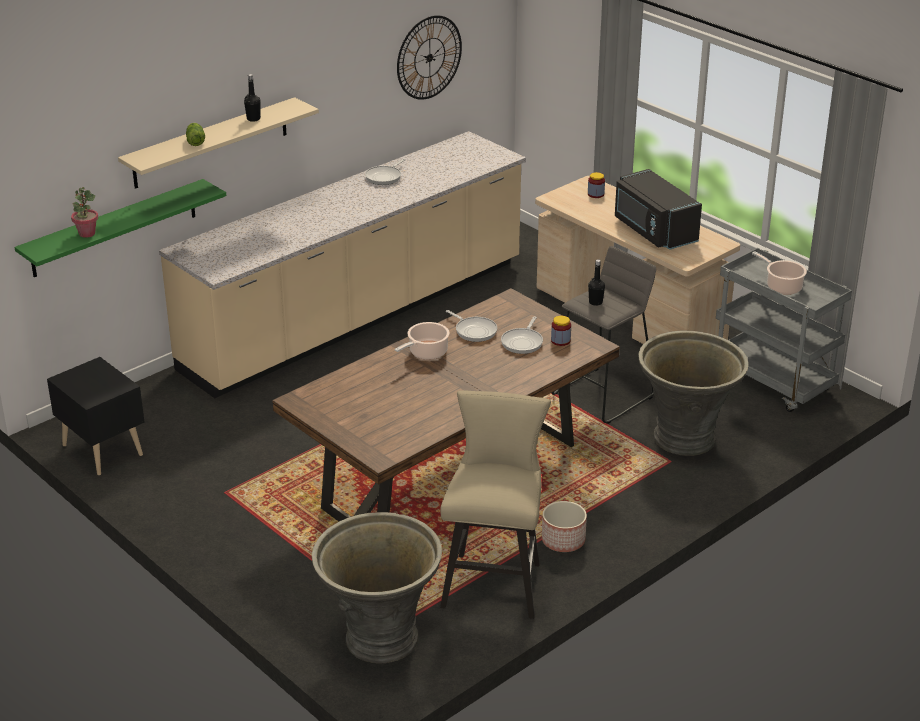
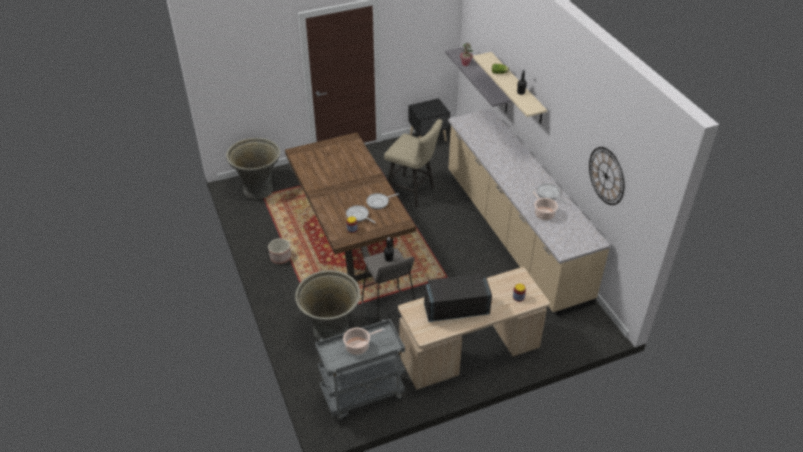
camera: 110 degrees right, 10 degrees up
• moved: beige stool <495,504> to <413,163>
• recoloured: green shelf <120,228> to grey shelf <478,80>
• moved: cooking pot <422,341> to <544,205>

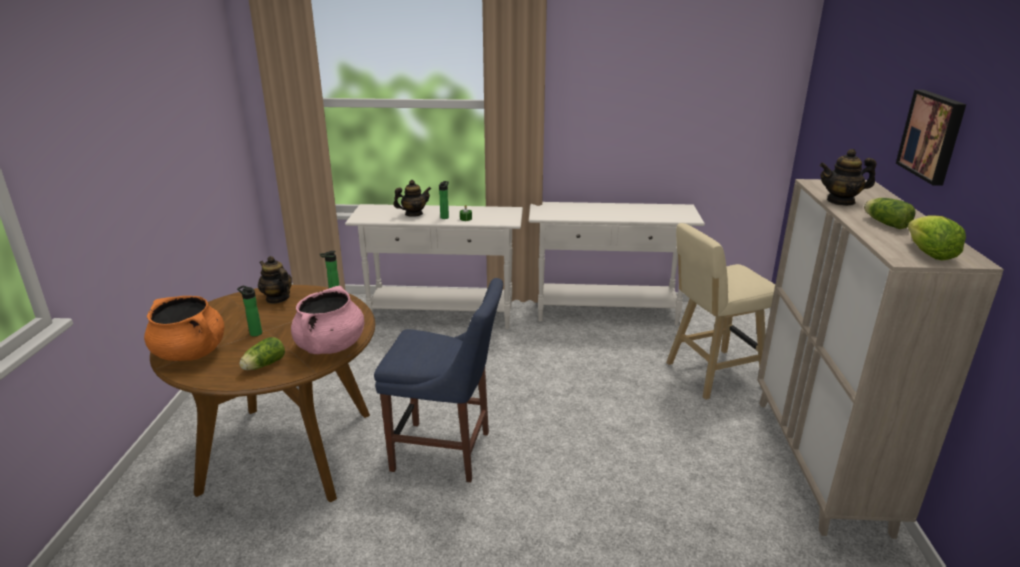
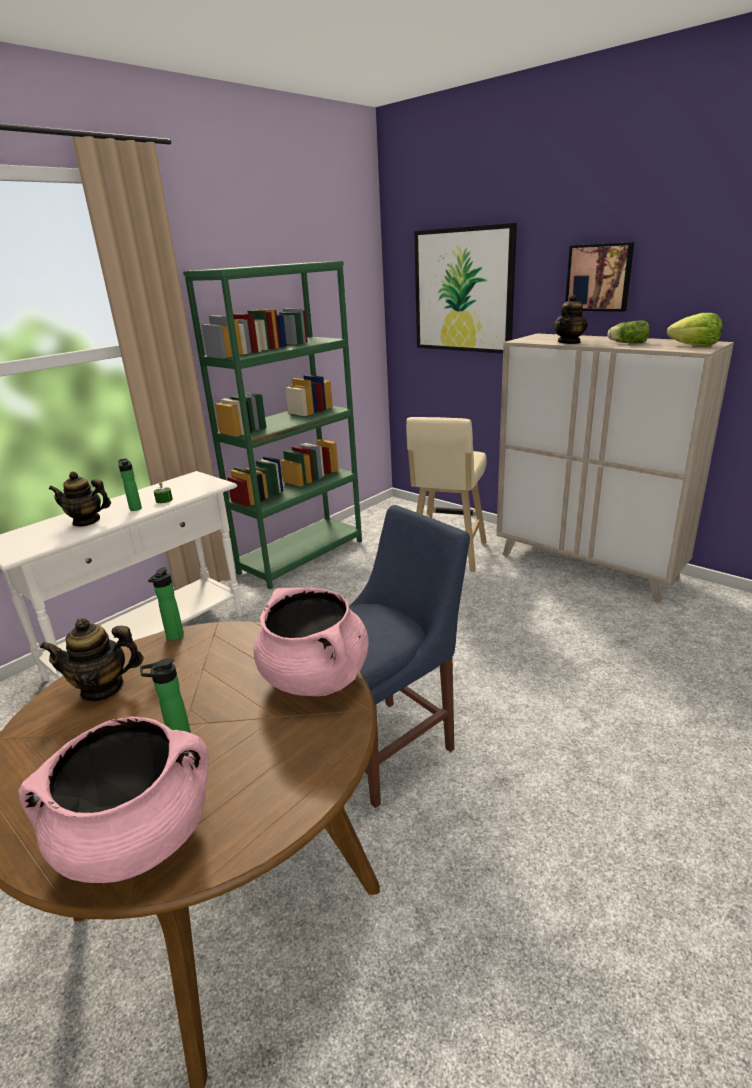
camera: 50 degrees left, 0 degrees up
• recoloured: orange cooking pot <184,328> to pink cooking pot <113,800>
• turned: teapot <412,198> = <80,499> 105 degrees counterclockwise
• replaced: white console table <617,263> to green bookcase <272,425>
• added: picture <465,288>
• removed: lettuce <262,353>

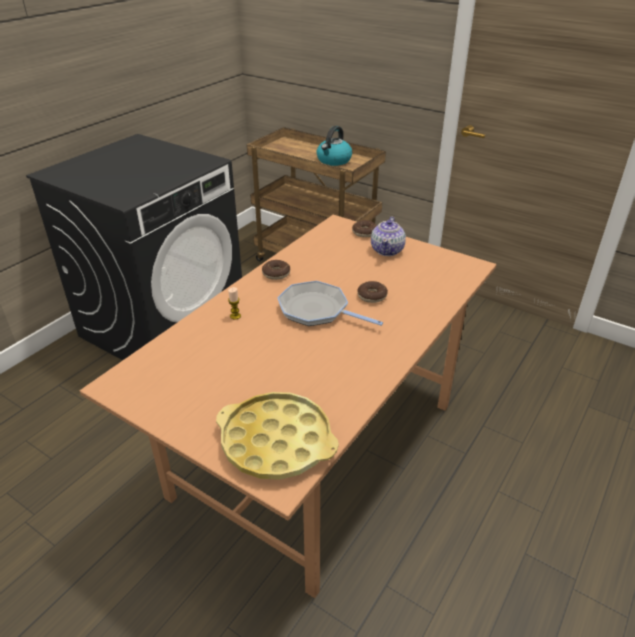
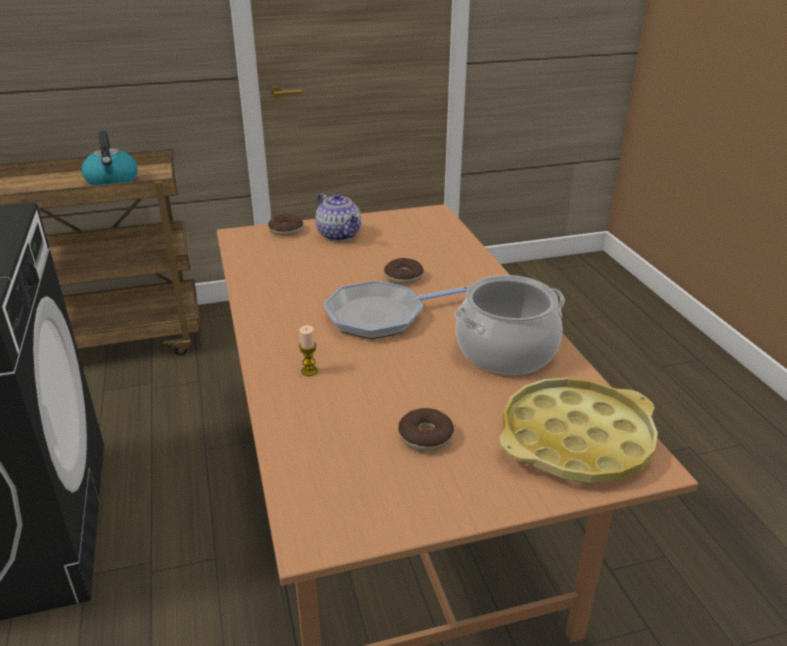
camera: 50 degrees left, 5 degrees down
• moved: donut <276,270> to <426,429>
• added: cooking pot <510,325>

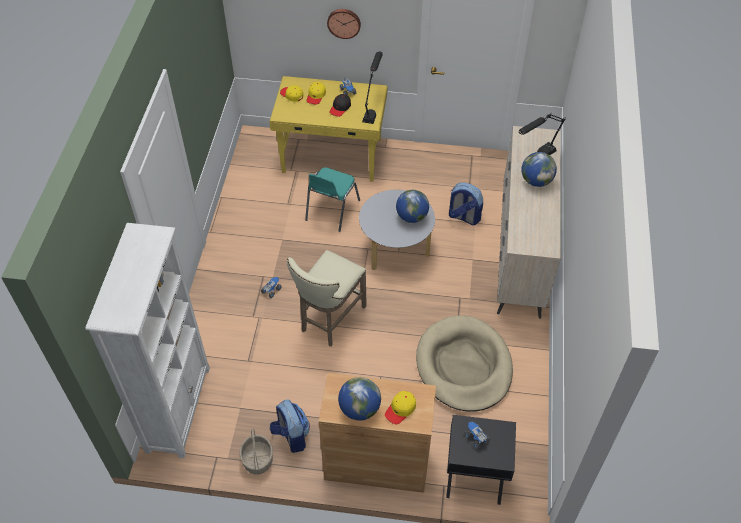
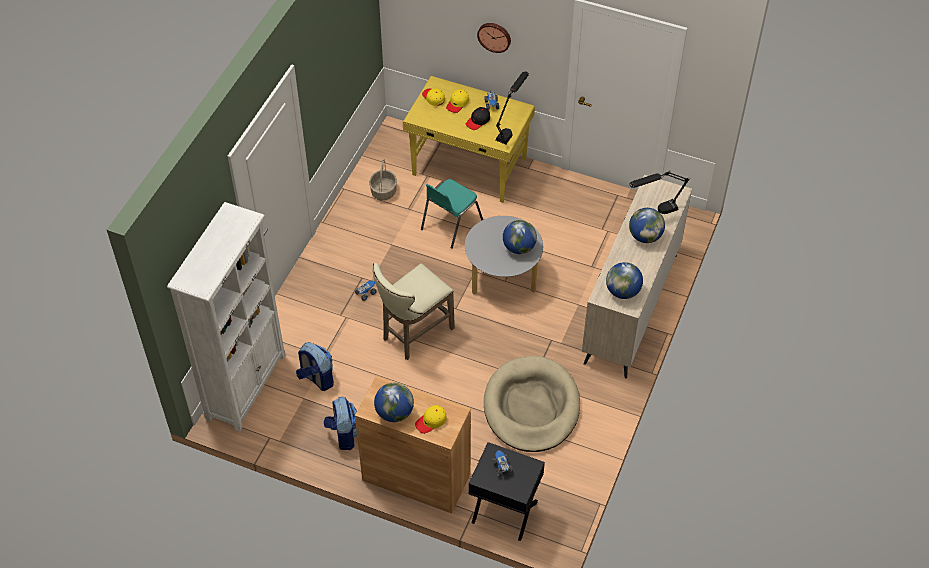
camera: 15 degrees right, 0 degrees up
• moved: backpack <466,204> to <315,366>
• moved: basket <256,451> to <383,180>
• added: globe <624,280>

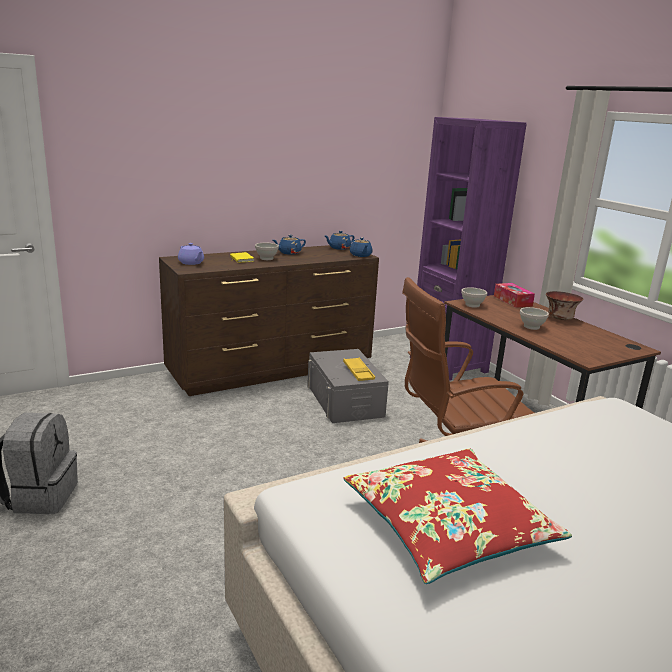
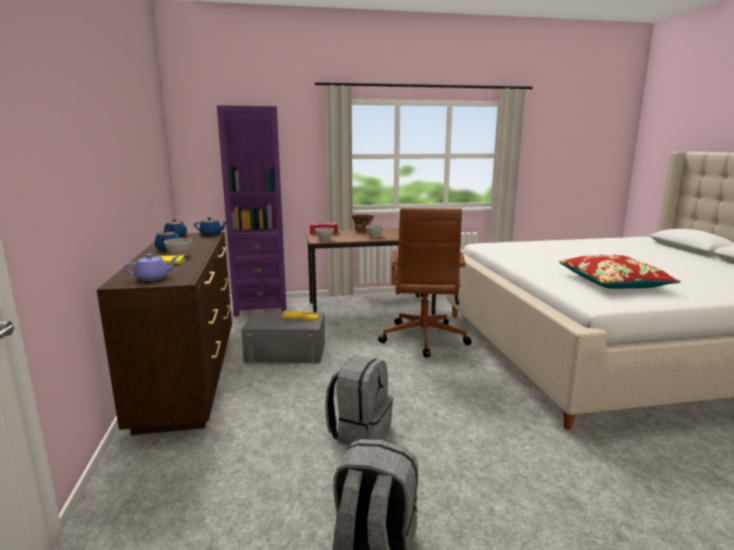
camera: 70 degrees left, 5 degrees down
• added: grey backpack <359,400>

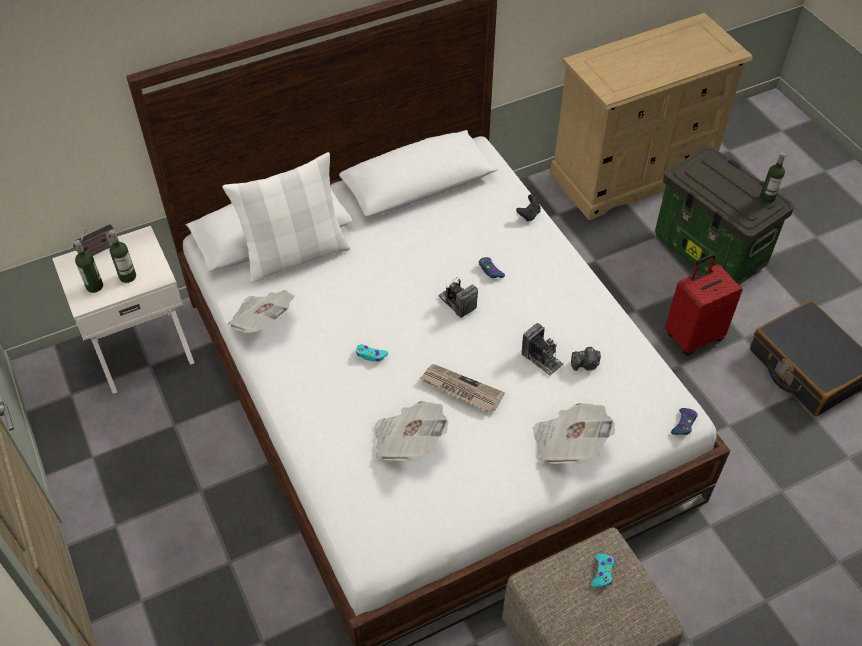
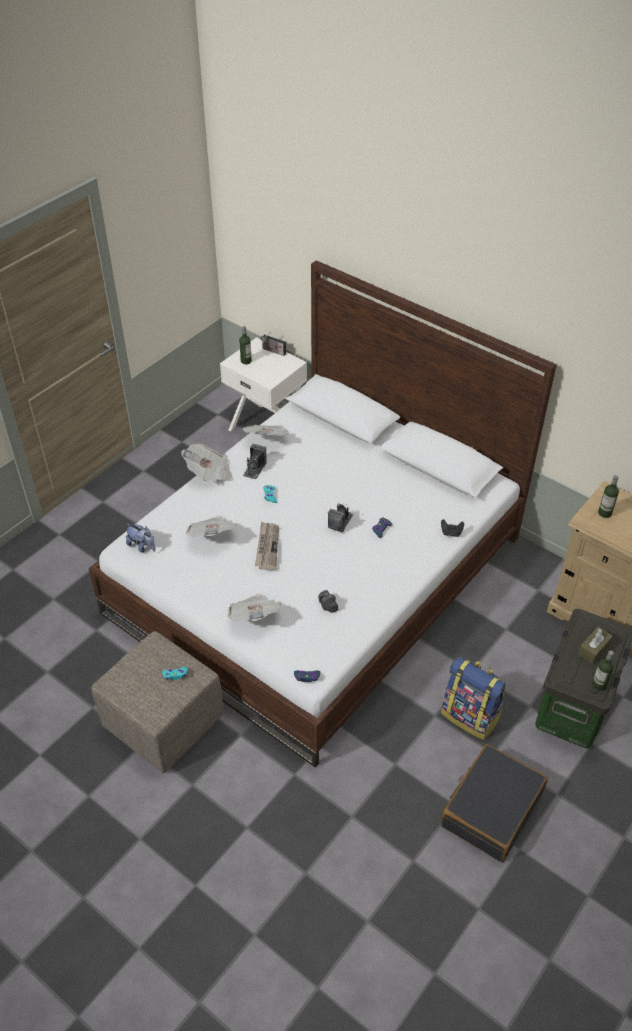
camera: 65 degrees right, 5 degrees down
• added: plush toy <141,538>
• added: newspaper <207,463>
• moved: photo camera <543,349> to <254,461>
• replaced: red suitcase <704,304> to backpack <473,698>
• added: brown tissue box <595,645>
• moved: bottle <122,256> to <608,496>
• removed: white pillow <286,217>

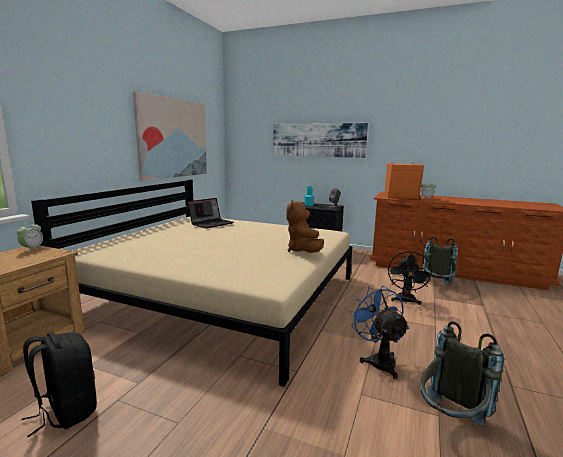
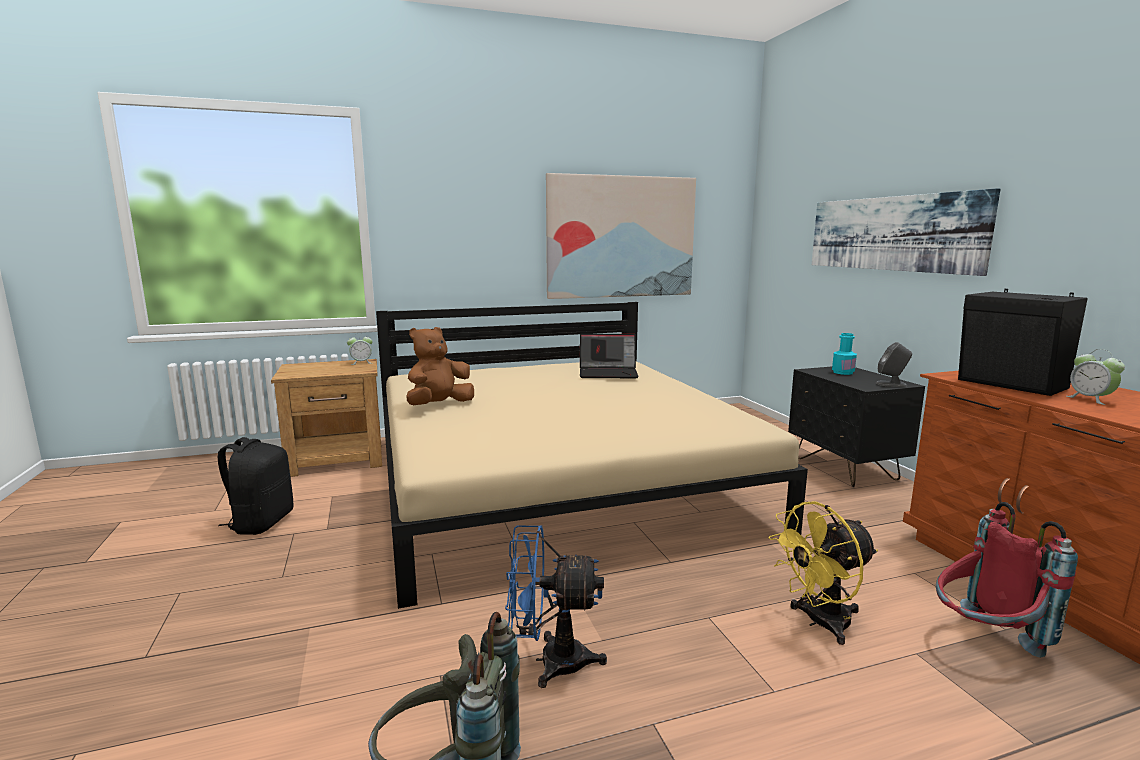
camera: 50 degrees right, 0 degrees up
• moved: brown plush toy <305,226> to <440,366>
• turned: blue fan <379,332> = <556,606> 120 degrees counterclockwise
• recoloured: black fan <410,278> to yellow fan <823,573>
• recoloured: grey backpack <440,261> to red backpack <1007,580>
• recoloured: orange speaker <404,180> to black speaker <1023,342>

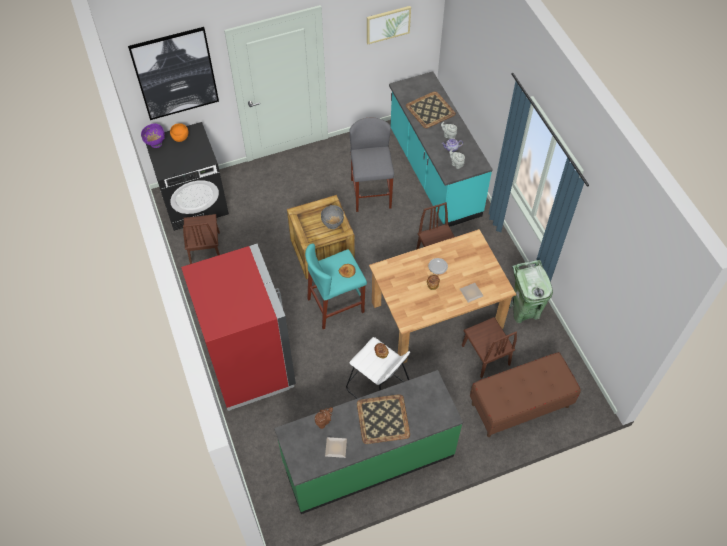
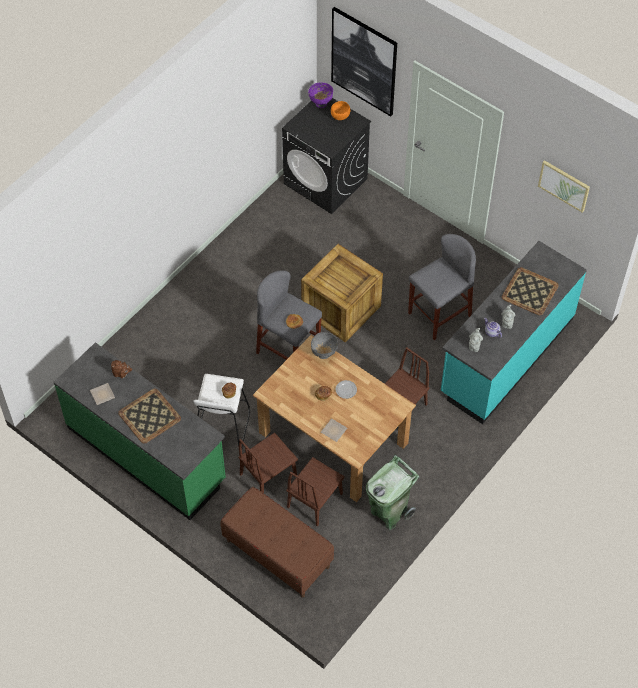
camera: 60 degrees right, 0 degrees up
• moved: brown chair <201,239> to <268,462>
• recoloured: turquoise stool <336,286> to grey stool <289,315>
• moved: grey bowl <332,217> to <324,345>
• removed: red fridge <238,327>

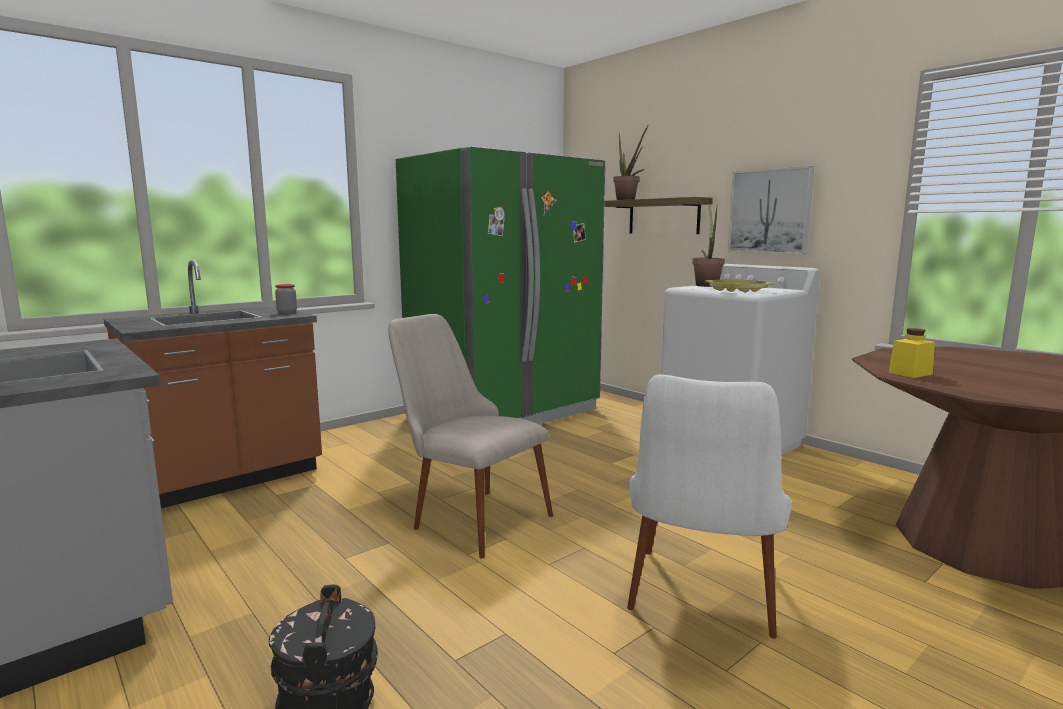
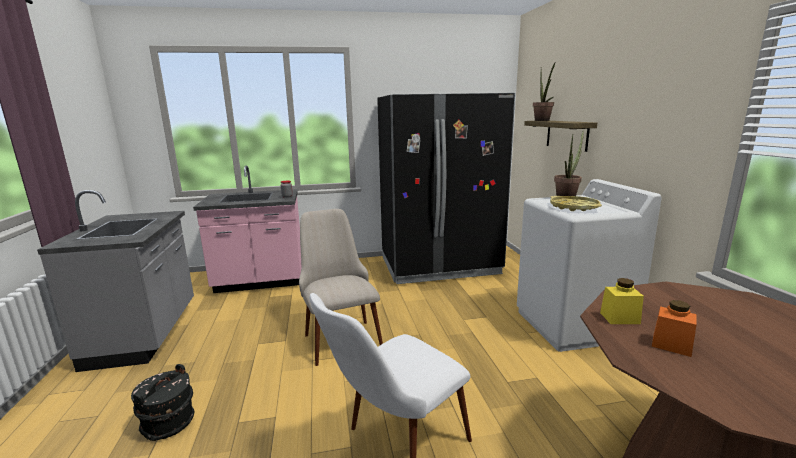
camera: 30 degrees right, 5 degrees up
• recoloured: brown counter <212,384> to pink counter <247,229>
• recoloured: green fridge <500,285> to black fridge <446,188>
• added: orange jar <674,328>
• removed: picture <771,210>

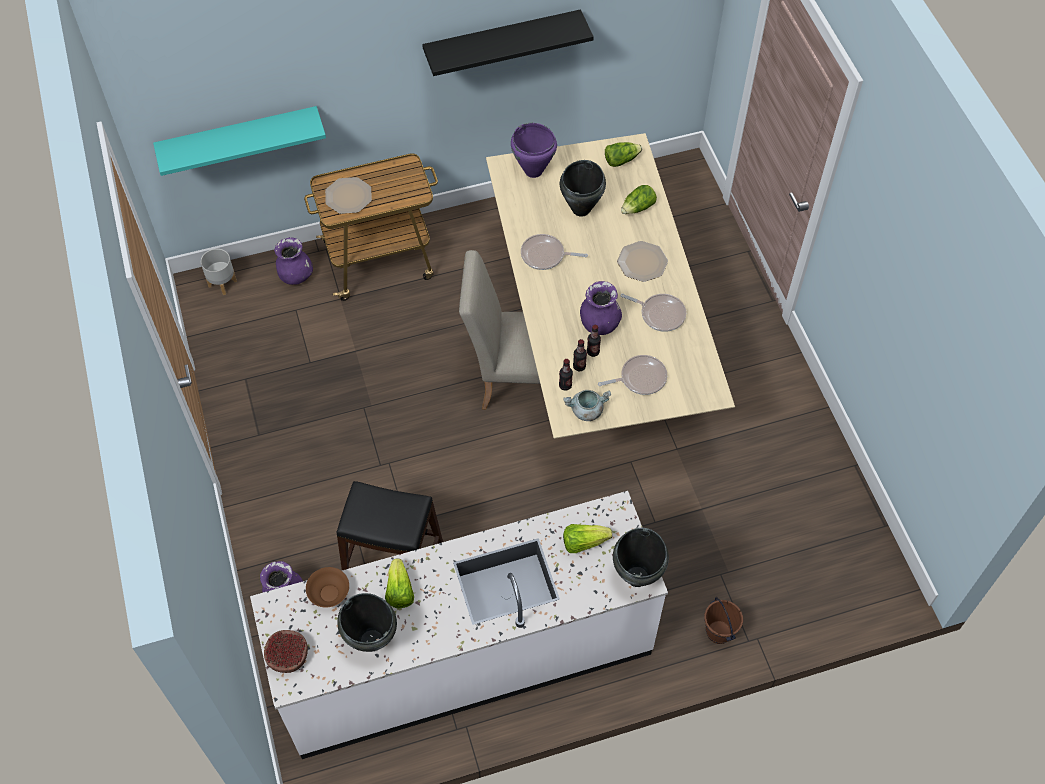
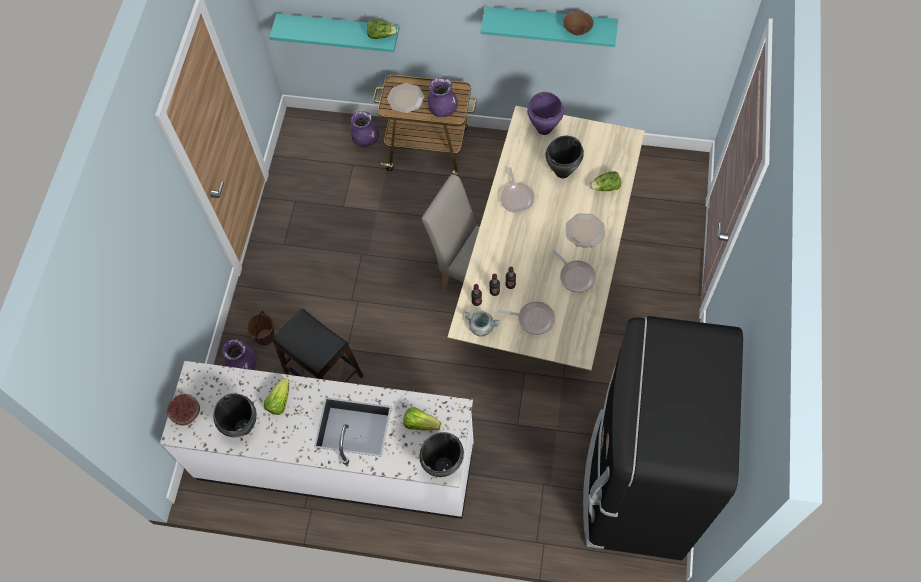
camera: 30 degrees right, 5 degrees up
• moved: brown bucket <723,620> to <260,328>
• moved: lettuce <623,154> to <382,29>
• moved: purple vase <601,308> to <443,97>
• recoloured: black shelf <508,42> to turquoise shelf <549,26>
• turned: frying pan <554,252> = <517,190> 135 degrees counterclockwise
• moved: brown bowl <327,587> to <578,23>
• added: black fridge <663,438>
• removed: grey planter <219,272>

